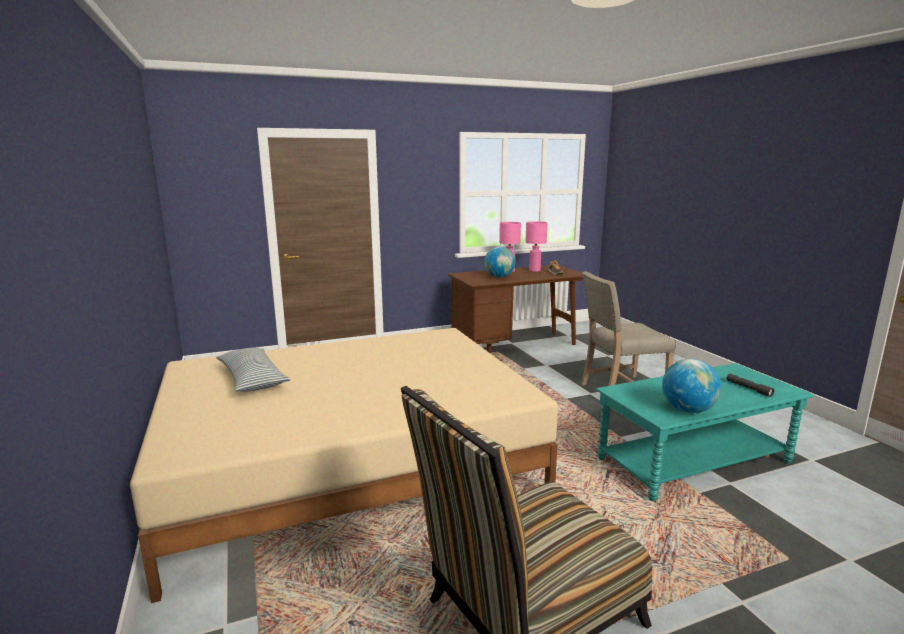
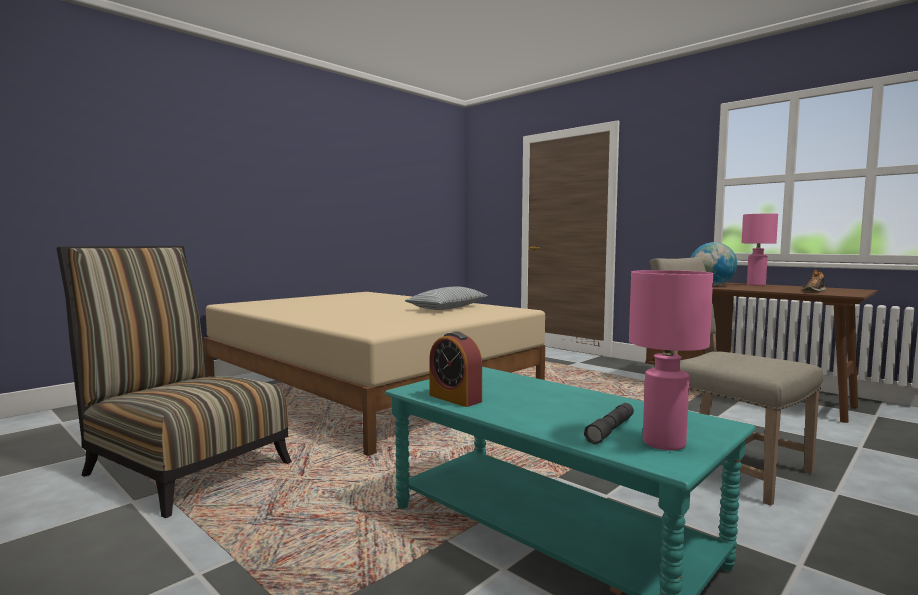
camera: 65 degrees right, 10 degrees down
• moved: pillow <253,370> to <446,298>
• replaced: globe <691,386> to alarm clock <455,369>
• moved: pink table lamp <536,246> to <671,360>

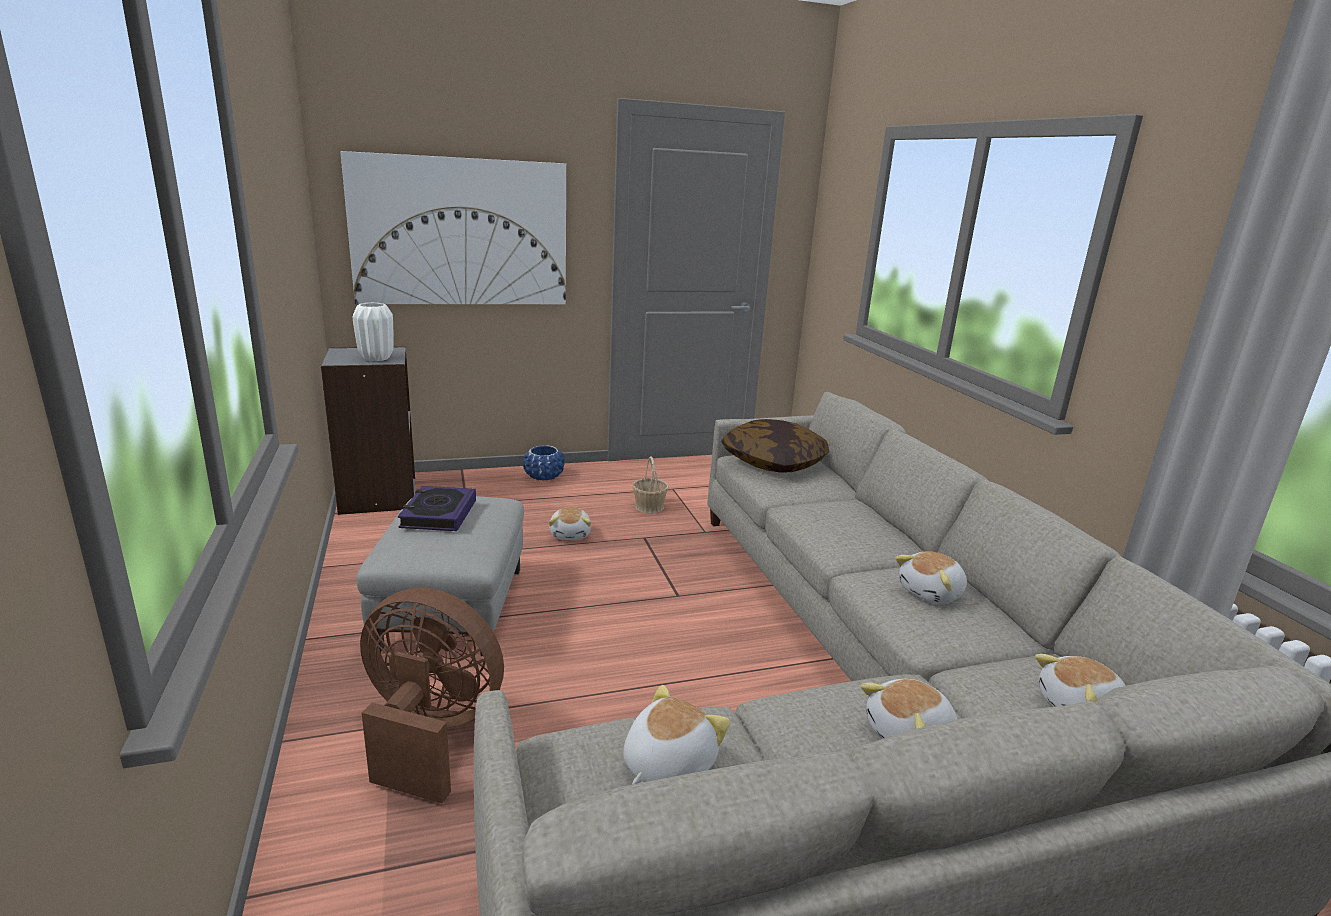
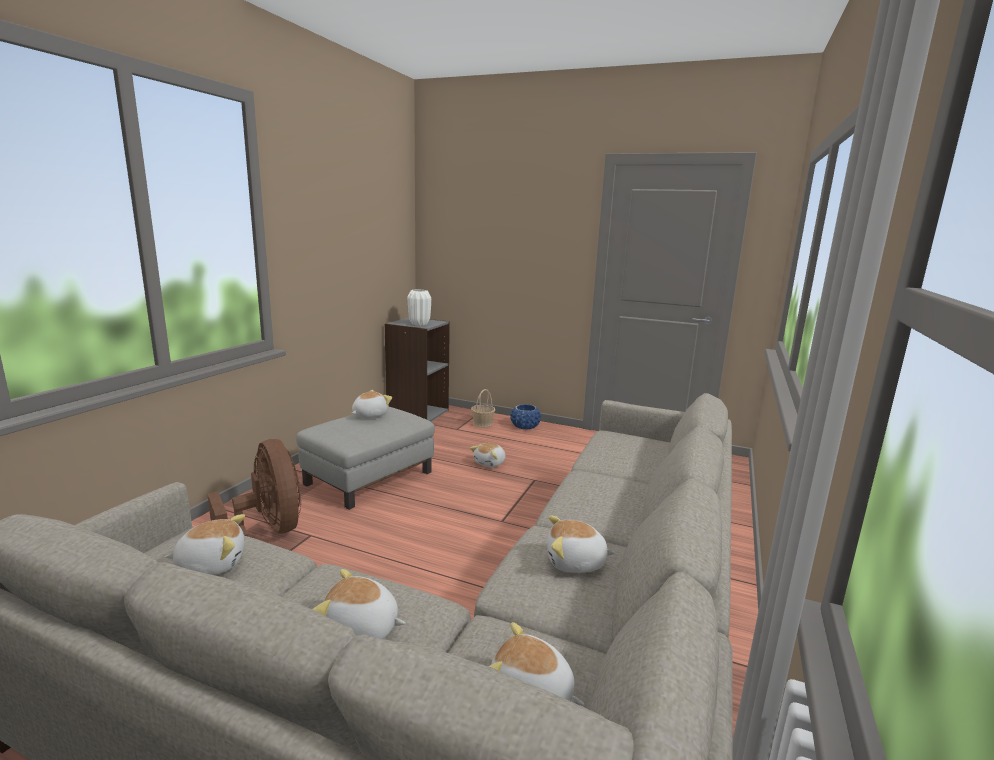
camera: 40 degrees right, 5 degrees down
• replaced: book <437,508> to plush toy <372,404>
• moved: basket <650,484> to <483,408>
• removed: picture <453,227>
• removed: pillow <775,446>

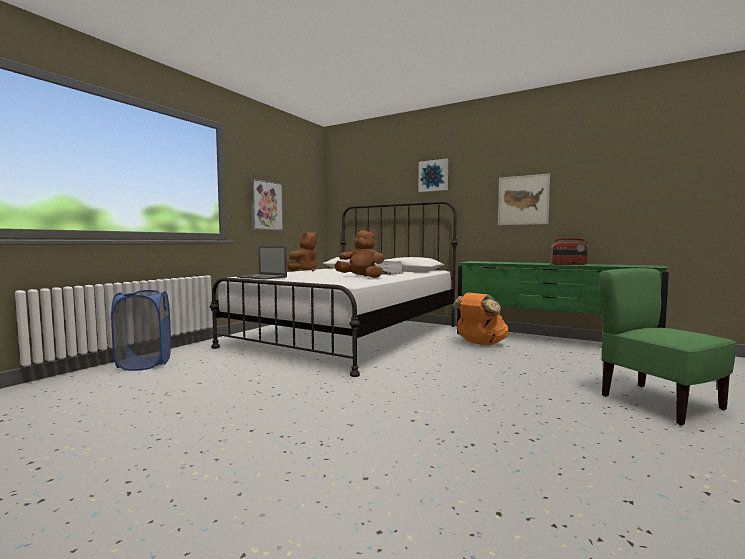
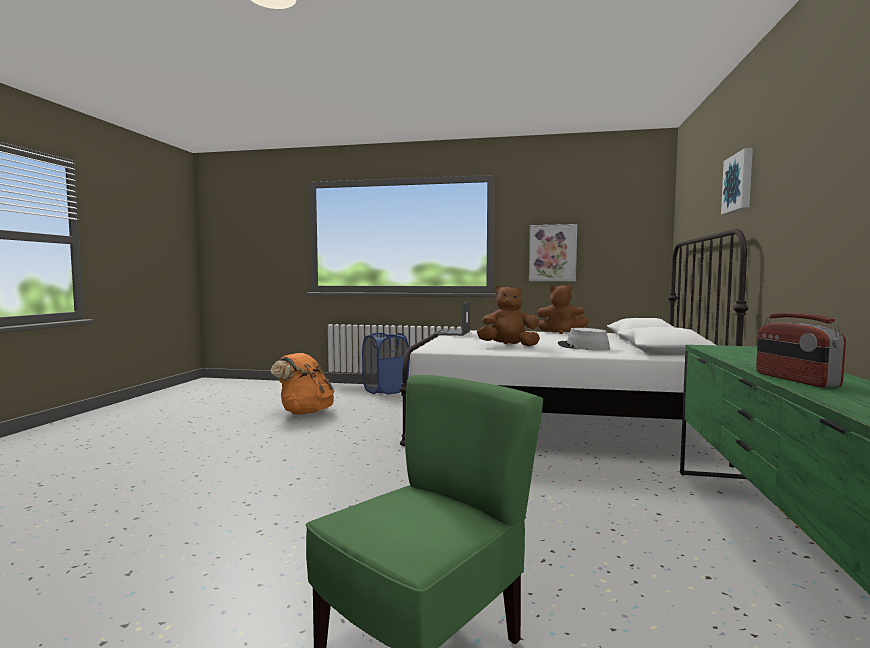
camera: 70 degrees right, 0 degrees up
• moved: orange backpack <480,319> to <302,384>
• turned: brown plush toy <359,254> = <508,316> 90 degrees counterclockwise
• removed: picture <524,199>

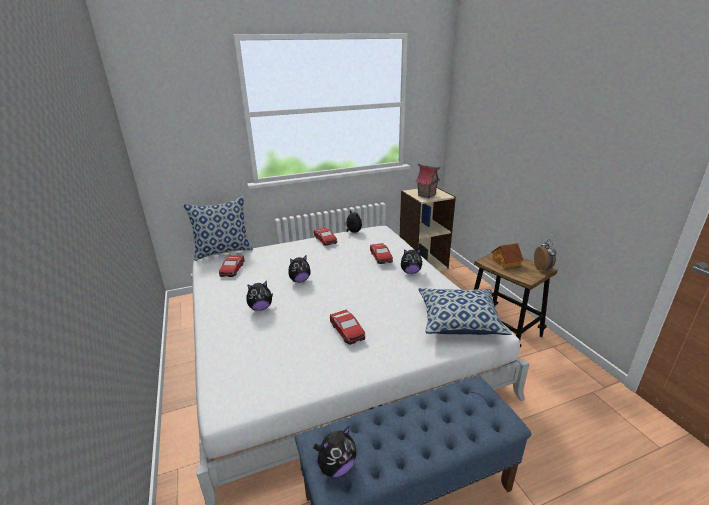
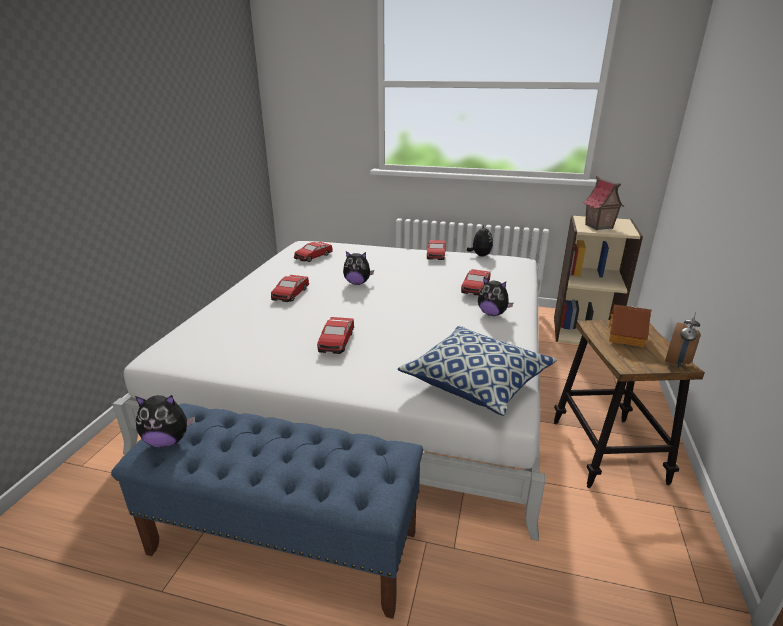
camera: 35 degrees right, 0 degrees up
• replaced: plush toy <260,296> to toy car <290,288>
• removed: pillow <218,228>

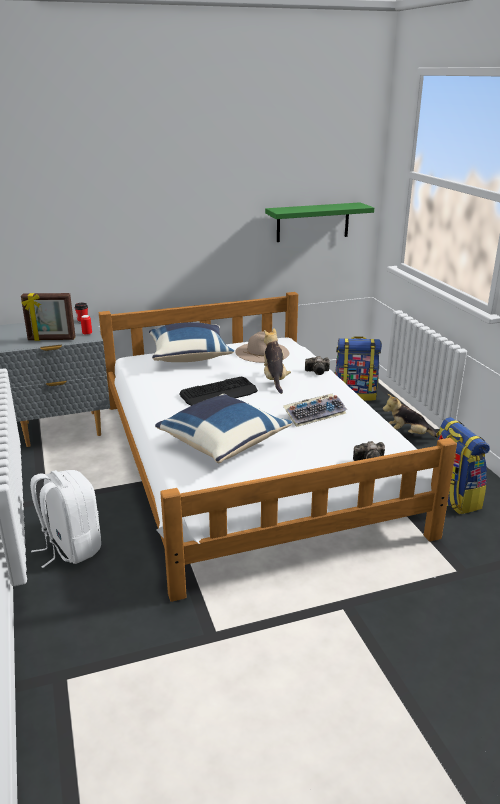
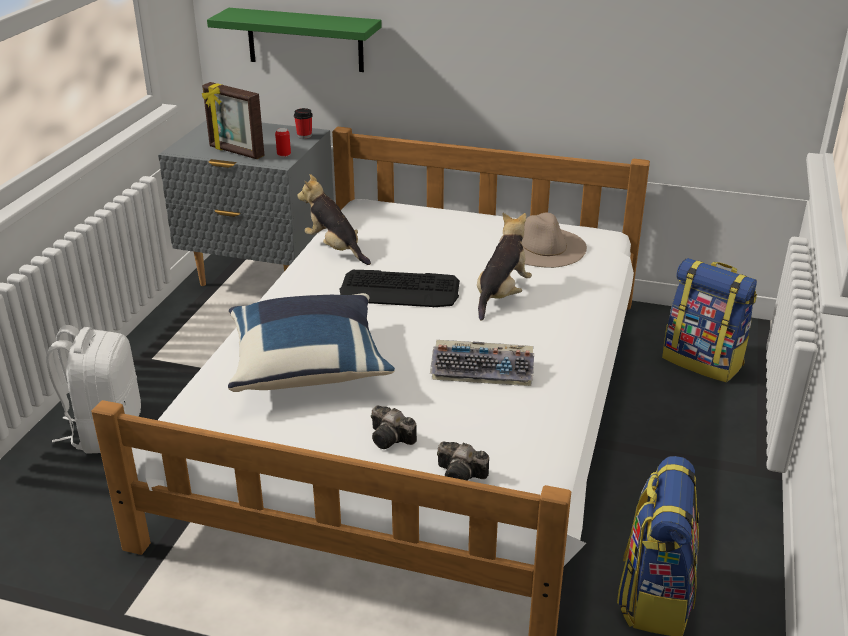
camera: 35 degrees right, 5 degrees up
• moved: green shelf <319,222> to <294,40>
• moved: plush toy <410,416> to <334,219>
• moved: photo camera <317,365> to <394,427>
• removed: blue pillow <191,342>

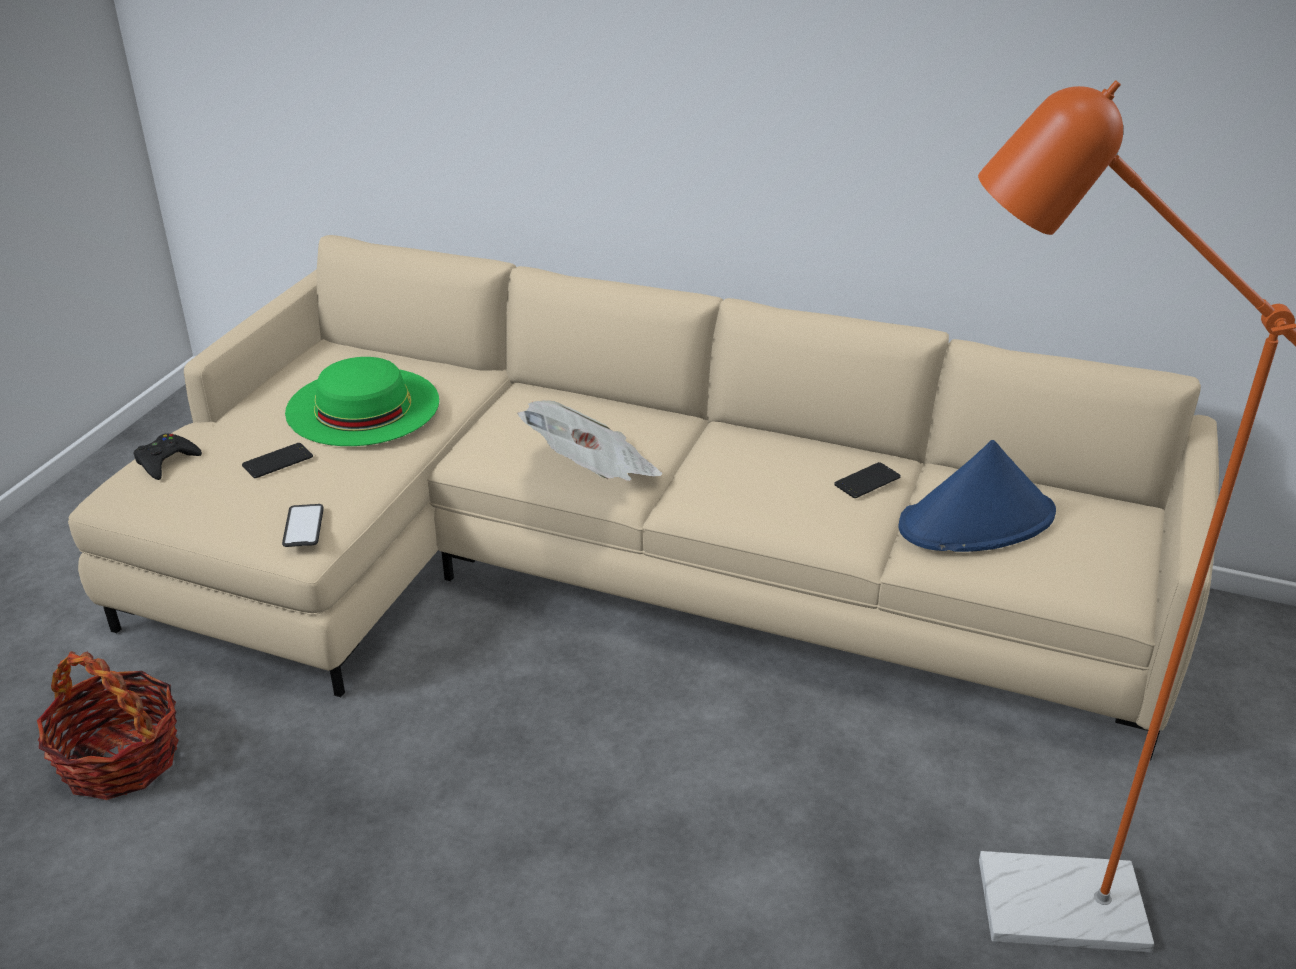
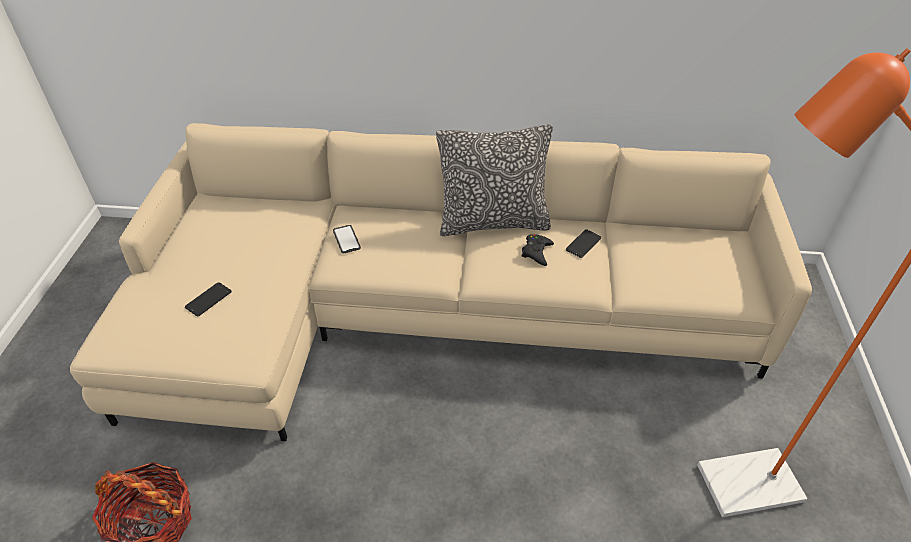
camera: 15 degrees left, 10 degrees up
• moved: phone <303,525> to <347,239>
• added: pillow <494,180>
• moved: black game controller <167,456> to <538,250>
• removed: green hat <362,401>
• removed: newspaper <590,440>
• removed: blue hat <977,496>

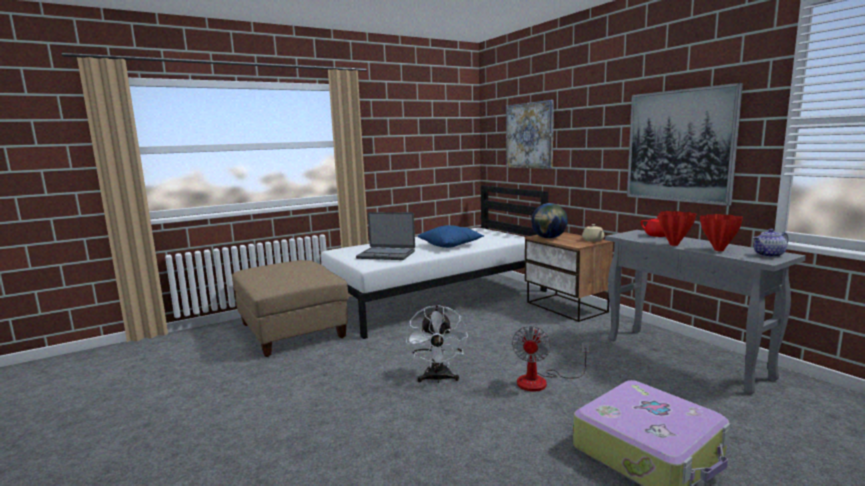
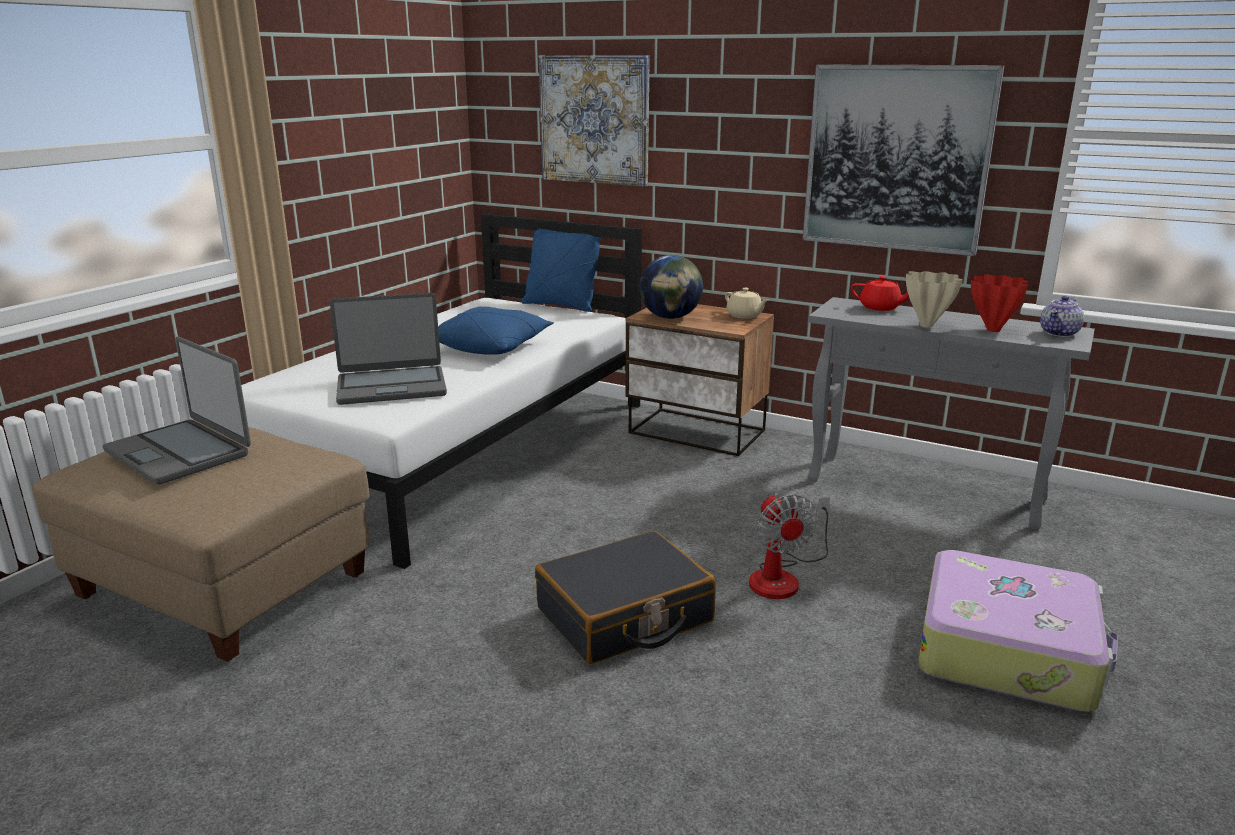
camera: 30 degrees left, 10 degrees up
• added: laptop <177,411>
• added: blue pillow <562,270>
• replaced: white fan <437,344> to black suitcase <625,597>
• recoloured: red vase <677,228> to beige vase <934,299>

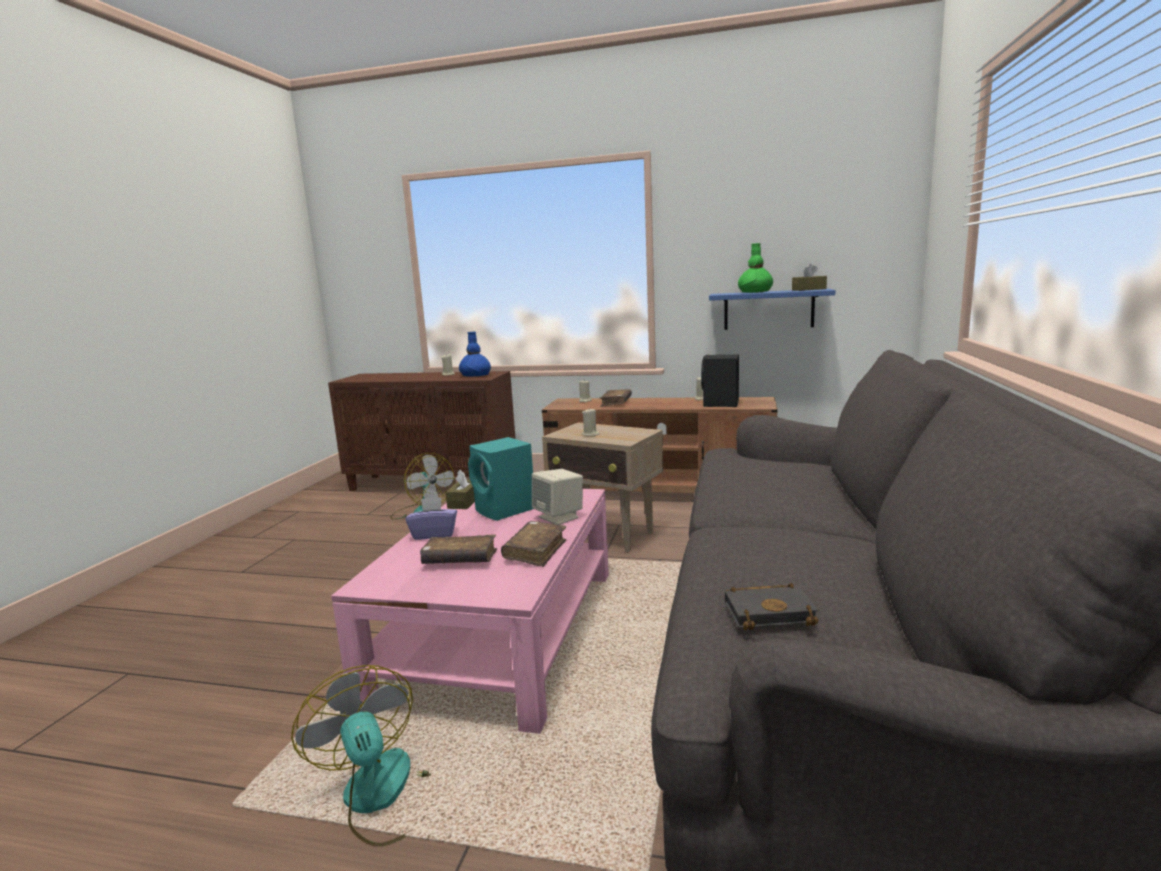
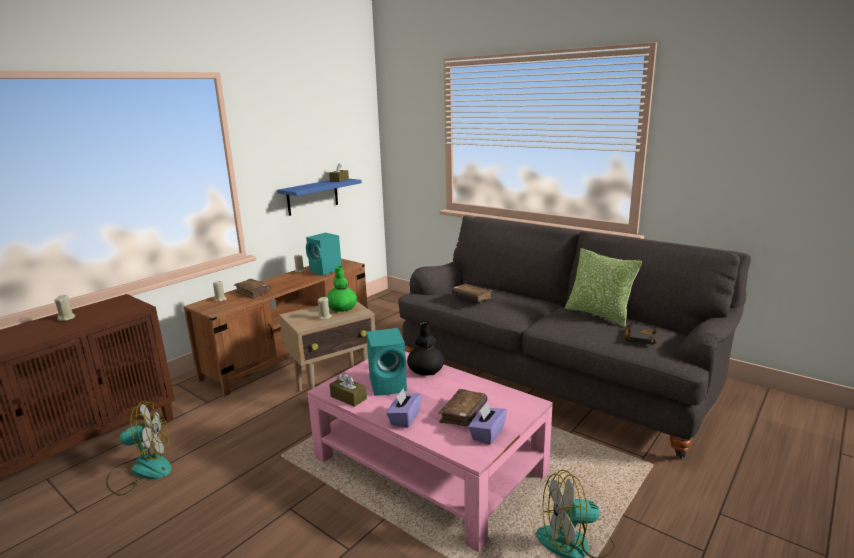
camera: 65 degrees left, 5 degrees up
• recoloured: black speaker <720,381> to turquoise speaker <324,254>
• moved: green vase <755,268> to <341,289>
• replaced: beige speaker <557,497> to black vase <425,349>
• moved: brown book <533,544> to <472,293>
• added: purple tissue box <487,424>
• added: pillow <603,287>
• removed: blue vase <475,354>

